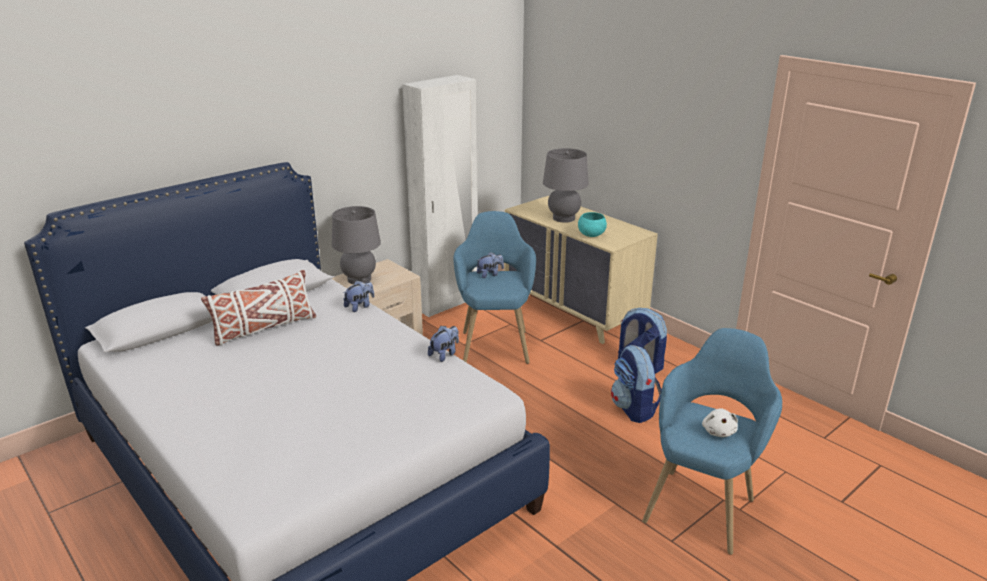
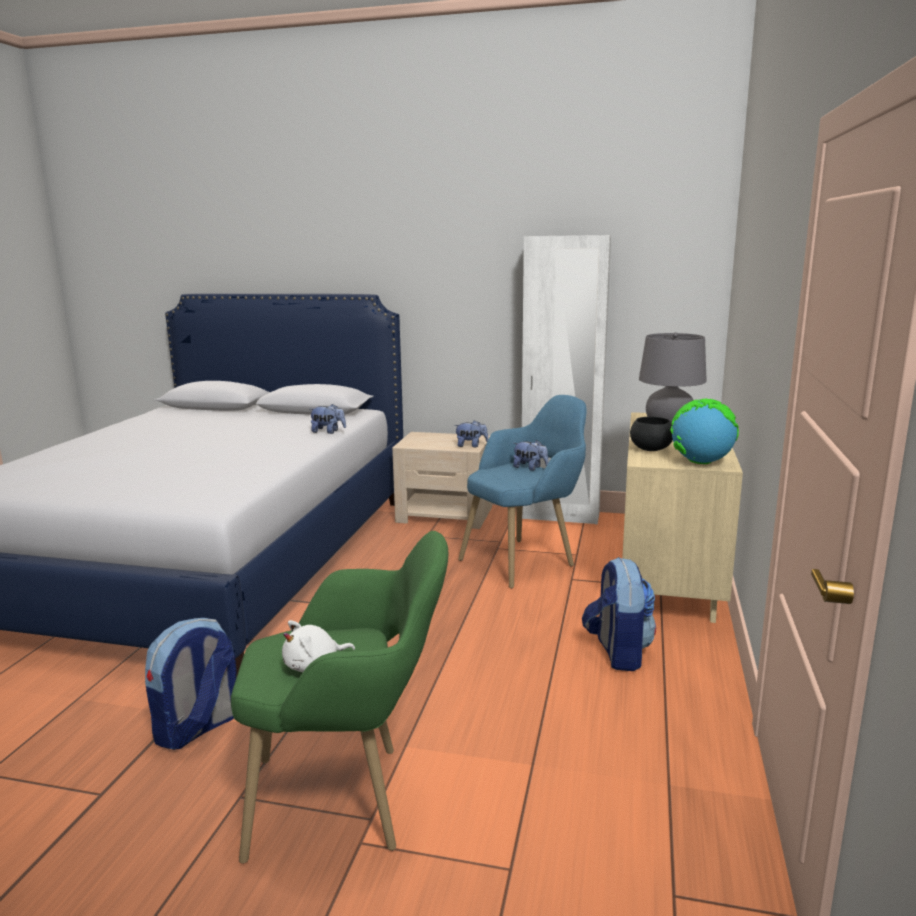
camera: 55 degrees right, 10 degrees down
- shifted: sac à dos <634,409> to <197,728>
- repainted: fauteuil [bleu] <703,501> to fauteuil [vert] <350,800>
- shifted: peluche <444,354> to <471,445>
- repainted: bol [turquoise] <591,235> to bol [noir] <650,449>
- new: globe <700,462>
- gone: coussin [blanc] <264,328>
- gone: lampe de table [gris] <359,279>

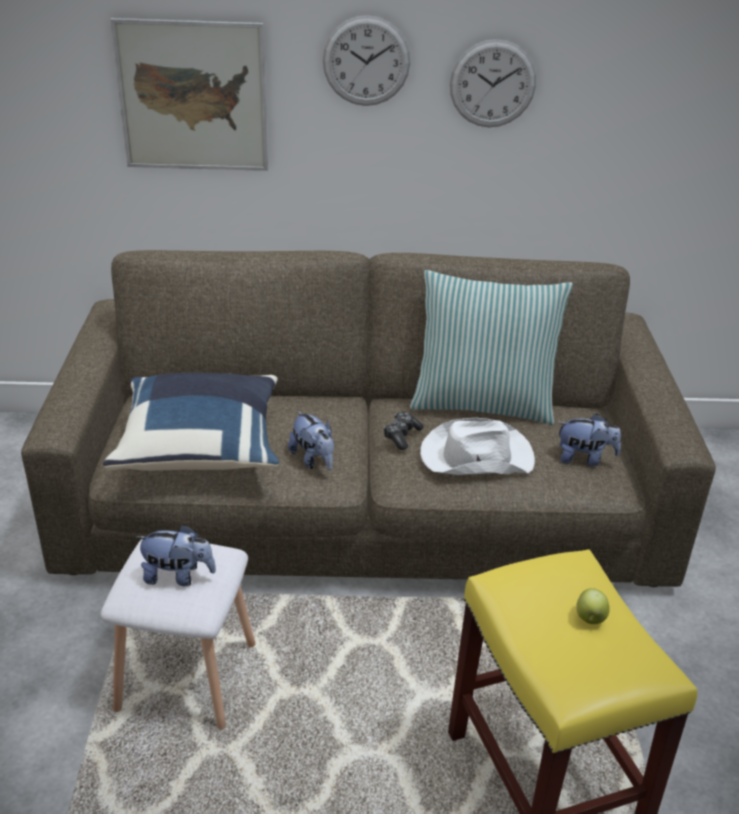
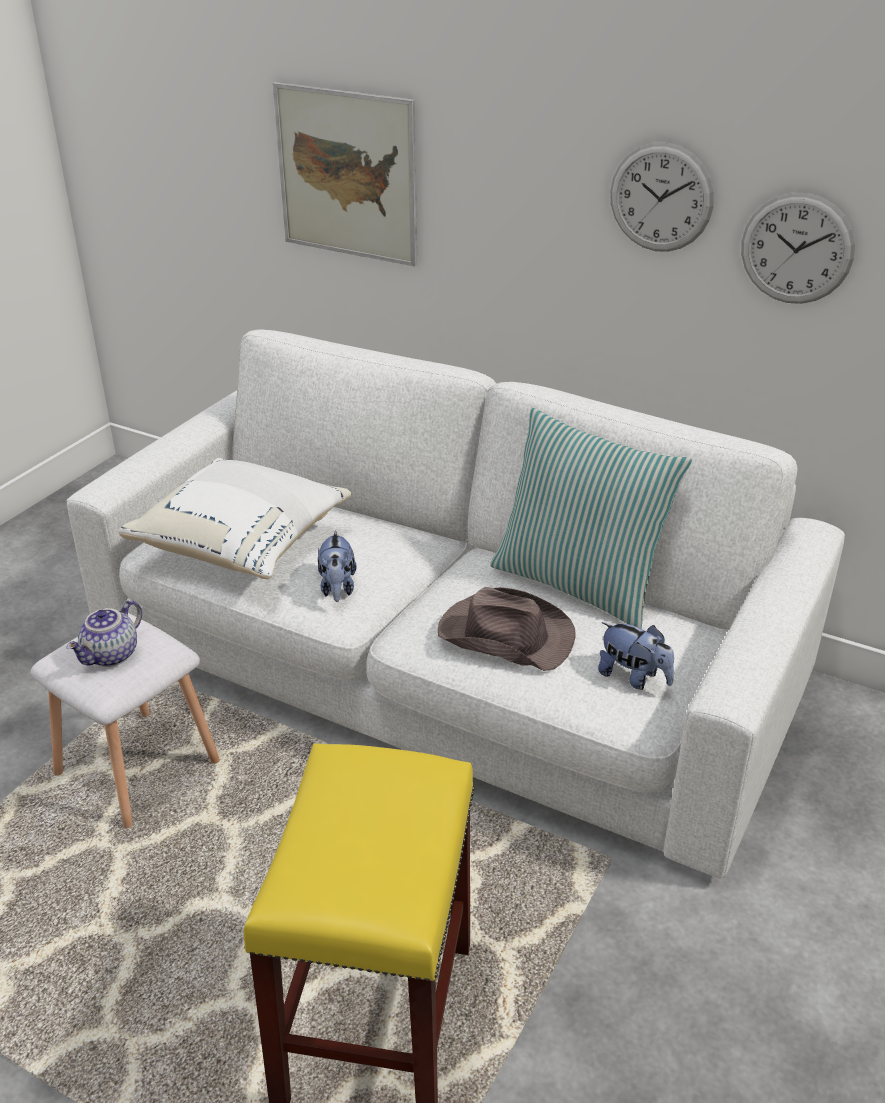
camera: 30 degrees right, 0 degrees up
- repainted: canapé [marron] <366,500> to canapé [blanc] <443,660>
- swapped: peluche <178,576> to théière <111,656>
- repainted: coussin [bleu] <201,446> to coussin [blanc] <244,544>
- repainted: chapeau [blanc] <475,456> to chapeau [marron] <504,635>
- shifted: horloge murale <366,61> to <796,249>
- gone: manette <401,436>
- gone: pomme <590,618>

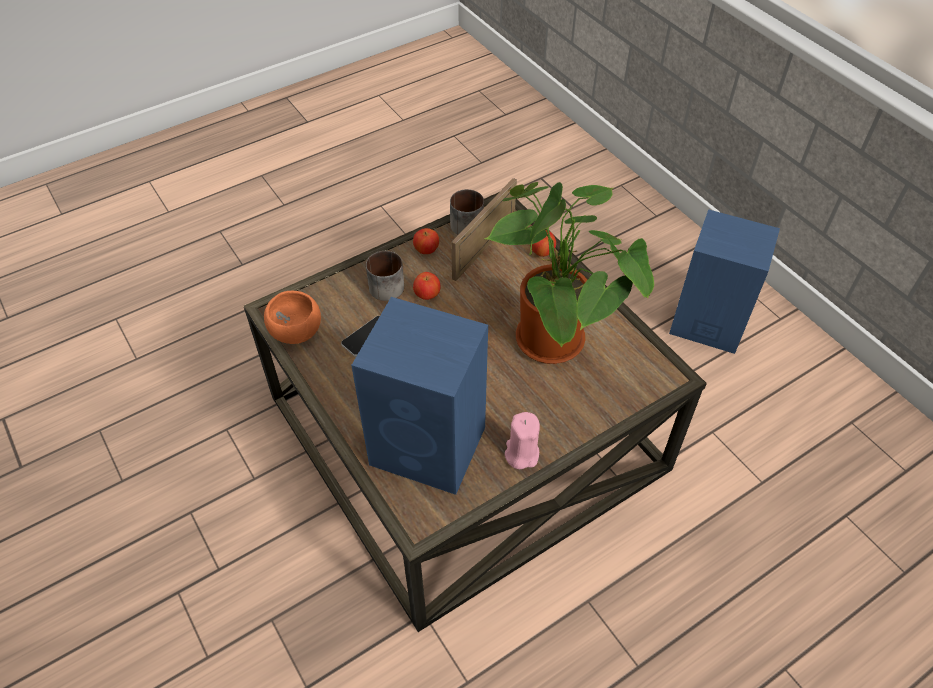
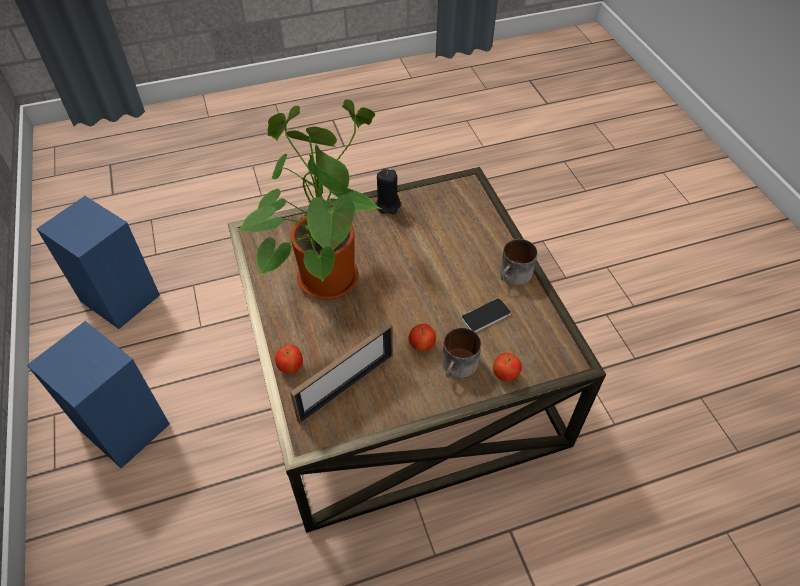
camera: 165 degrees left, 0 degrees up
- shifted: enceinte [bleu] <430,447> to <119,297>
- repainted: bougie [rose] <521,454> to bougie [noir] <388,205>
- shifted: pomme <426,250> to <505,374>
- shifted: mug <467,222> to <514,276>
- gone: bol [orange] <295,332>

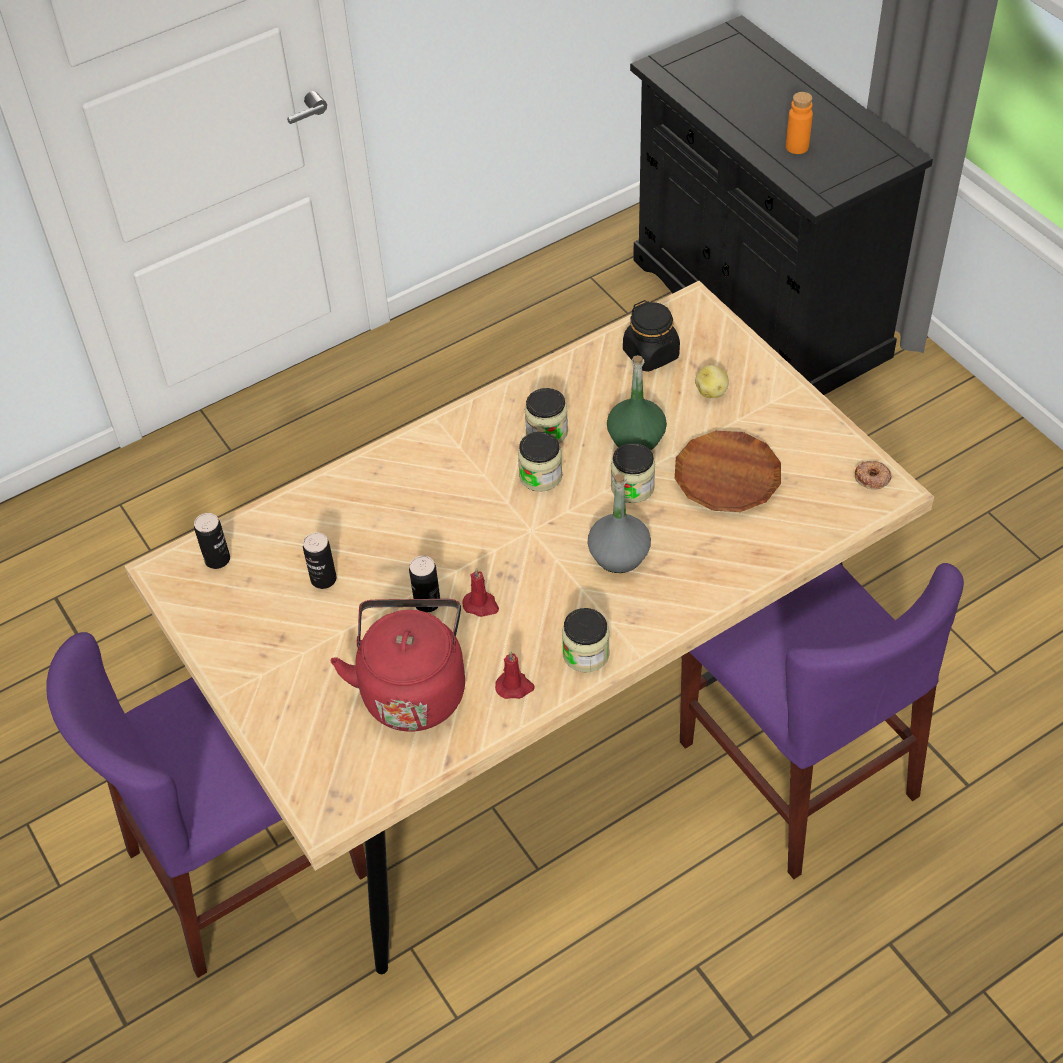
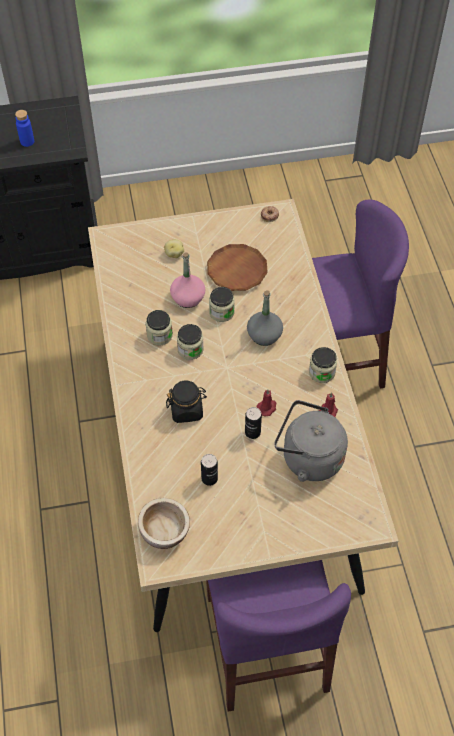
camera: 70 degrees left, 5 degrees up
- repainted: bouteille [orange] <797,147> to bouteille [bleu] <27,141>
- swapped: boîte métallique <217,559> to bol <164,531>
- shifted: bocal [noir] <651,354> to <187,410>
- repainted: bouteille [vert] <636,438> to bouteille [rose] <187,298>
- repainted: bouilloire [rouge] <413,688> to bouilloire [gris] <308,458>

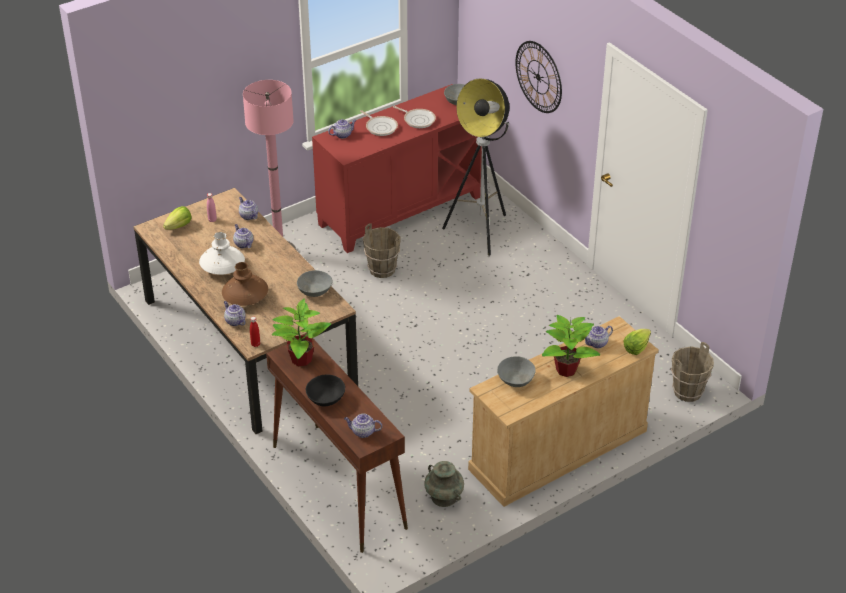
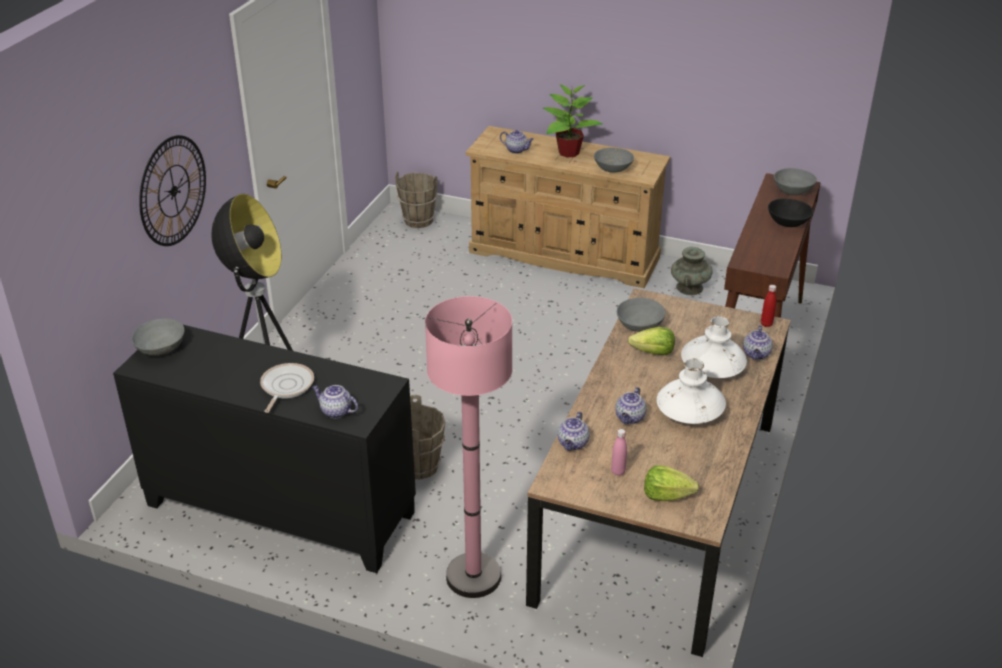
camera: 125 degrees left, 5 degrees down
- repainted: meuble de rangement [rouge] <400,210> to meuble de rangement [noir] <279,510>
- shifted: laitue <636,348> to <653,352>
- repainted: vase [marron] <245,297> to vase [blanc] <712,367>
- swapped: théière <362,432> to bol [gris] <793,191>
- gone: plante en pot <300,359>
- gone: poêle <418,120>

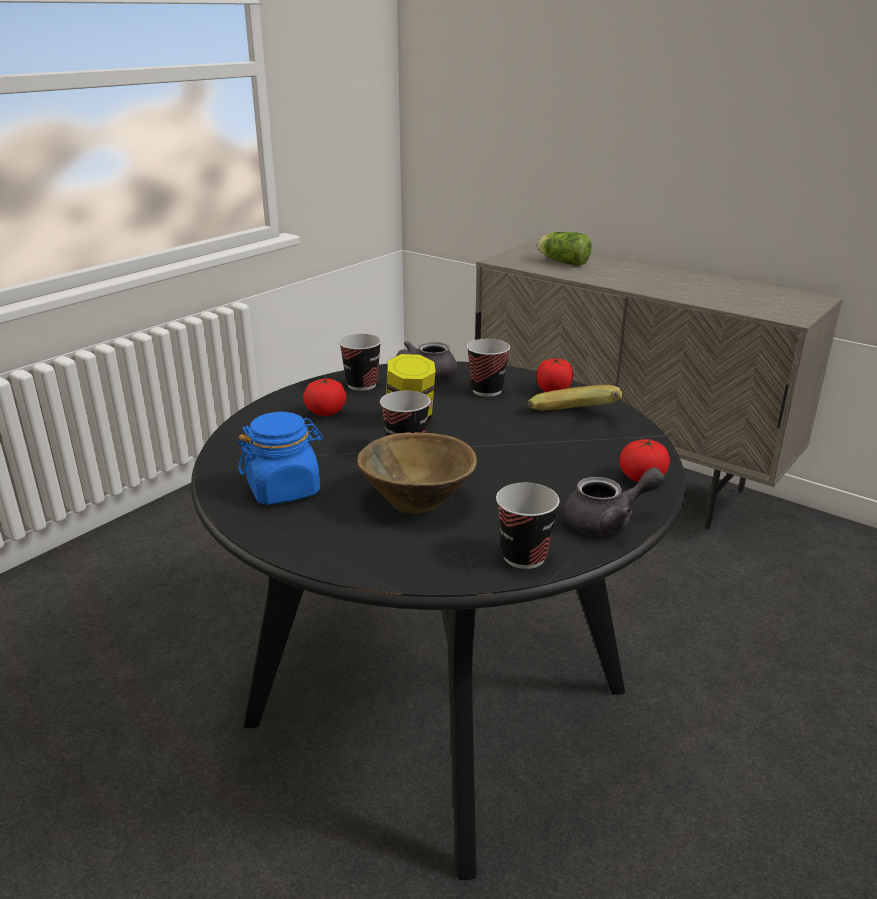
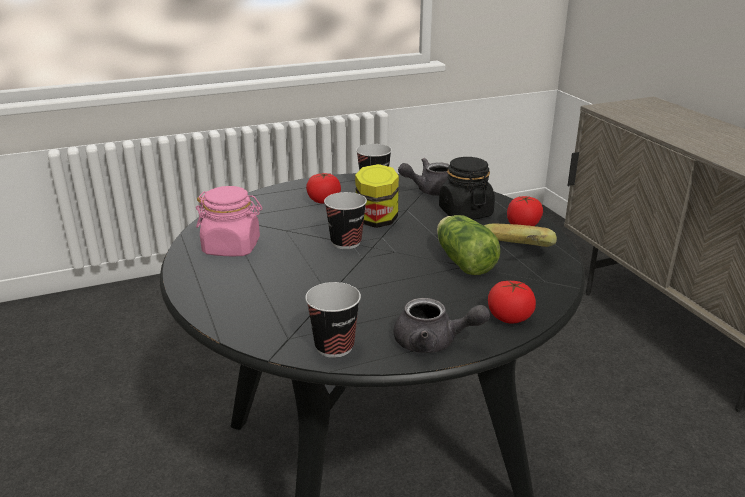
camera: 30 degrees right, 0 degrees up
- repainted: bocal [bleu] <284,489> to bocal [rose] <232,247>
- shifted: laitue <562,262> to <462,260>
- swapped: tasse <487,390> to bocal [noir] <465,212>
- gone: bol [marron] <418,501>

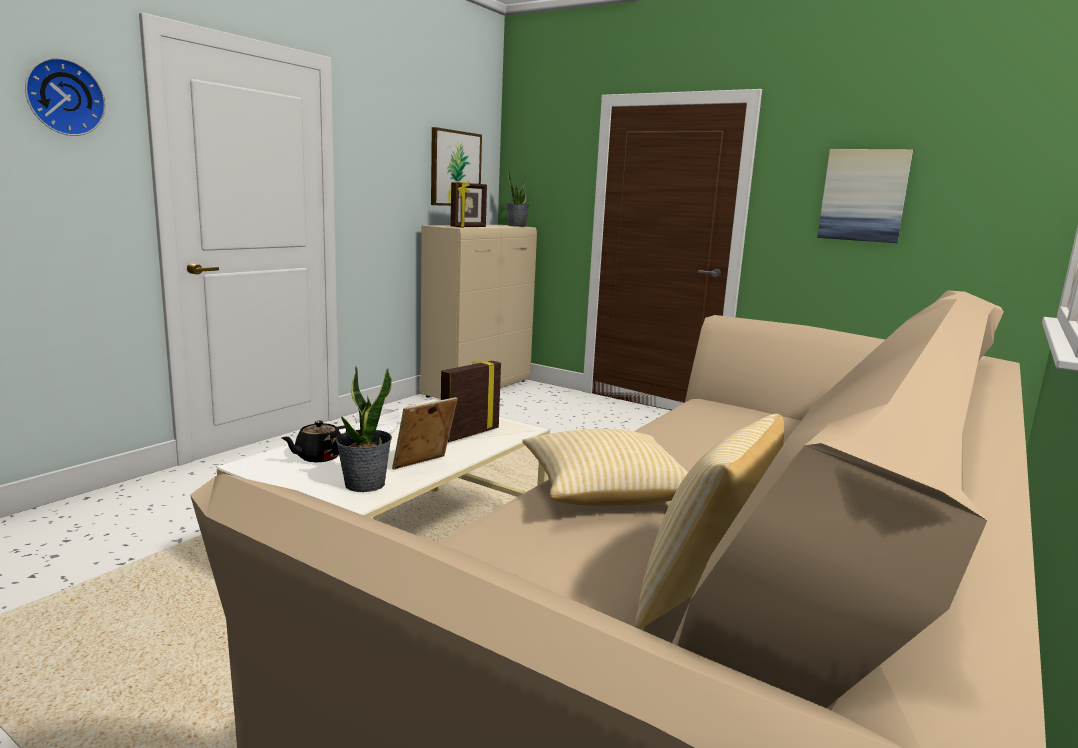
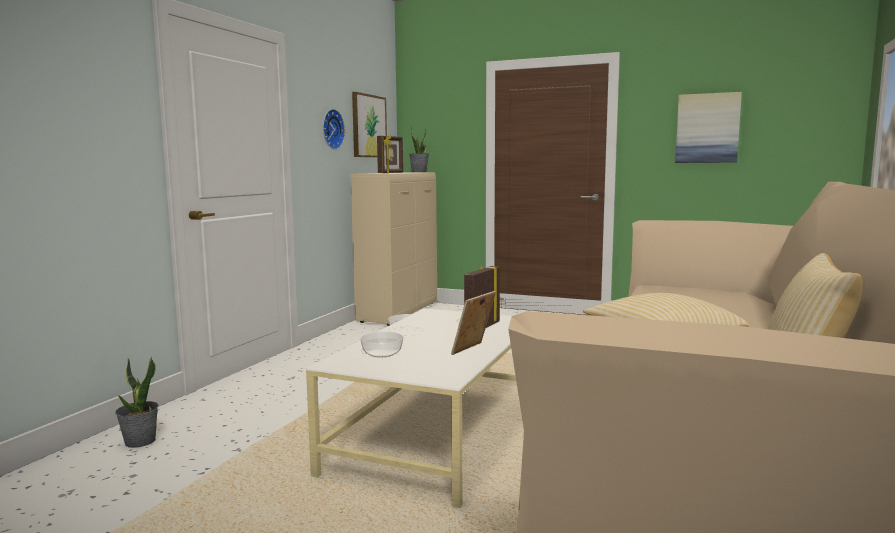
camera: 10 degrees left, 5 degrees down
- shifted: plante en pot <364,484> to <140,441>
- shifted: horloge murale <63,97> to <331,129>
- swapped: théière [noir] <318,457> to bol <382,353>

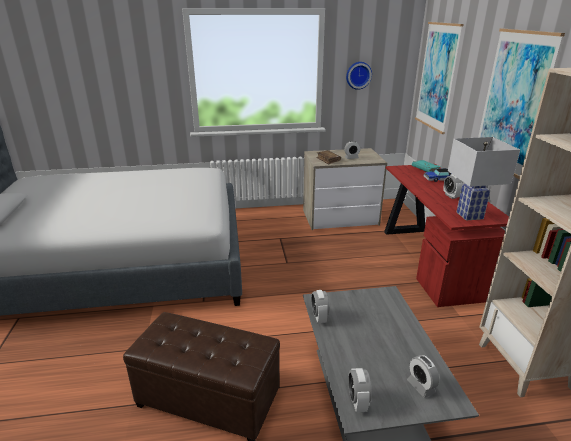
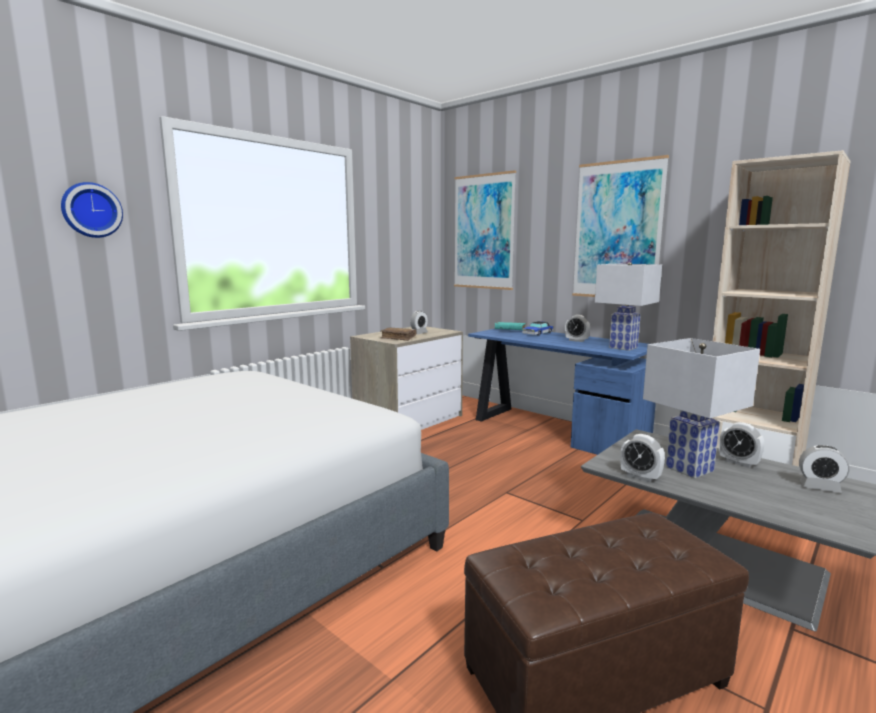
camera: 40 degrees left, 15 degrees down
- shifted: horloge murale <358,75> to <91,210>
- repainted: bureau [rouge] <429,260> to bureau [bleu] <554,429>
- new: lampe de table [blanc] <690,469>
- shifted: réveil <357,401> to <738,462>

